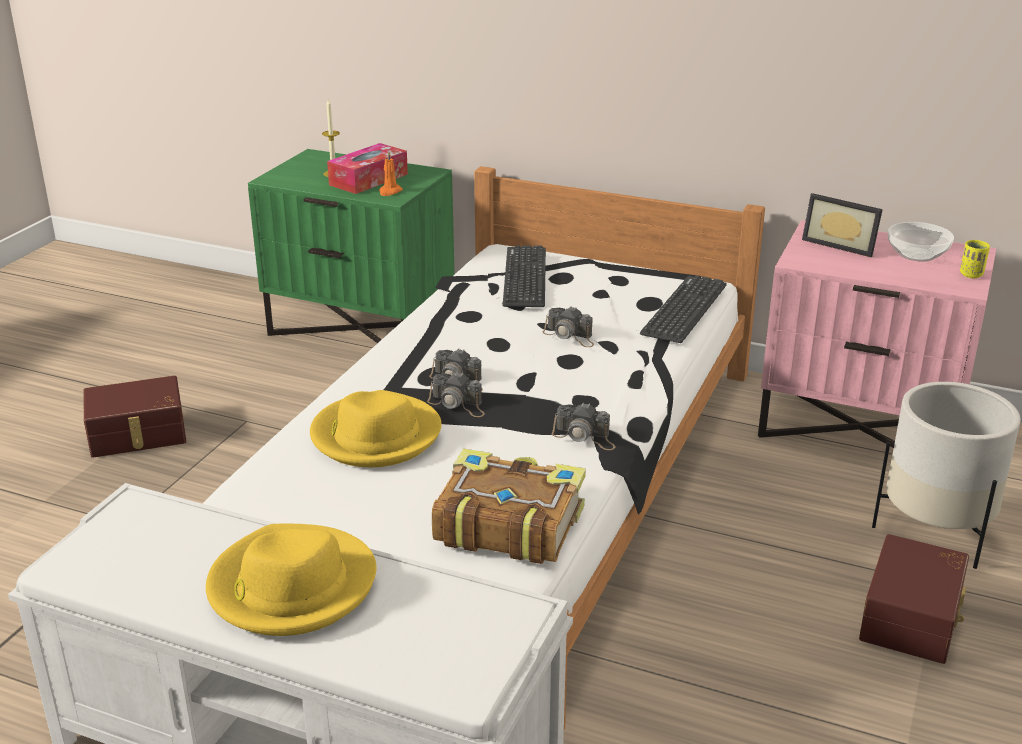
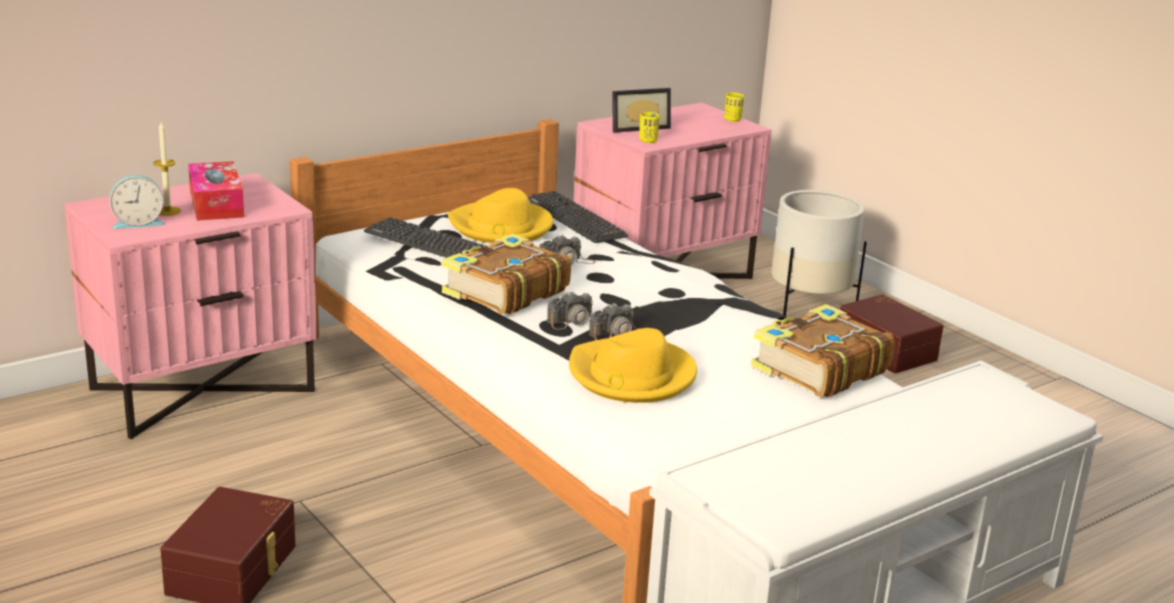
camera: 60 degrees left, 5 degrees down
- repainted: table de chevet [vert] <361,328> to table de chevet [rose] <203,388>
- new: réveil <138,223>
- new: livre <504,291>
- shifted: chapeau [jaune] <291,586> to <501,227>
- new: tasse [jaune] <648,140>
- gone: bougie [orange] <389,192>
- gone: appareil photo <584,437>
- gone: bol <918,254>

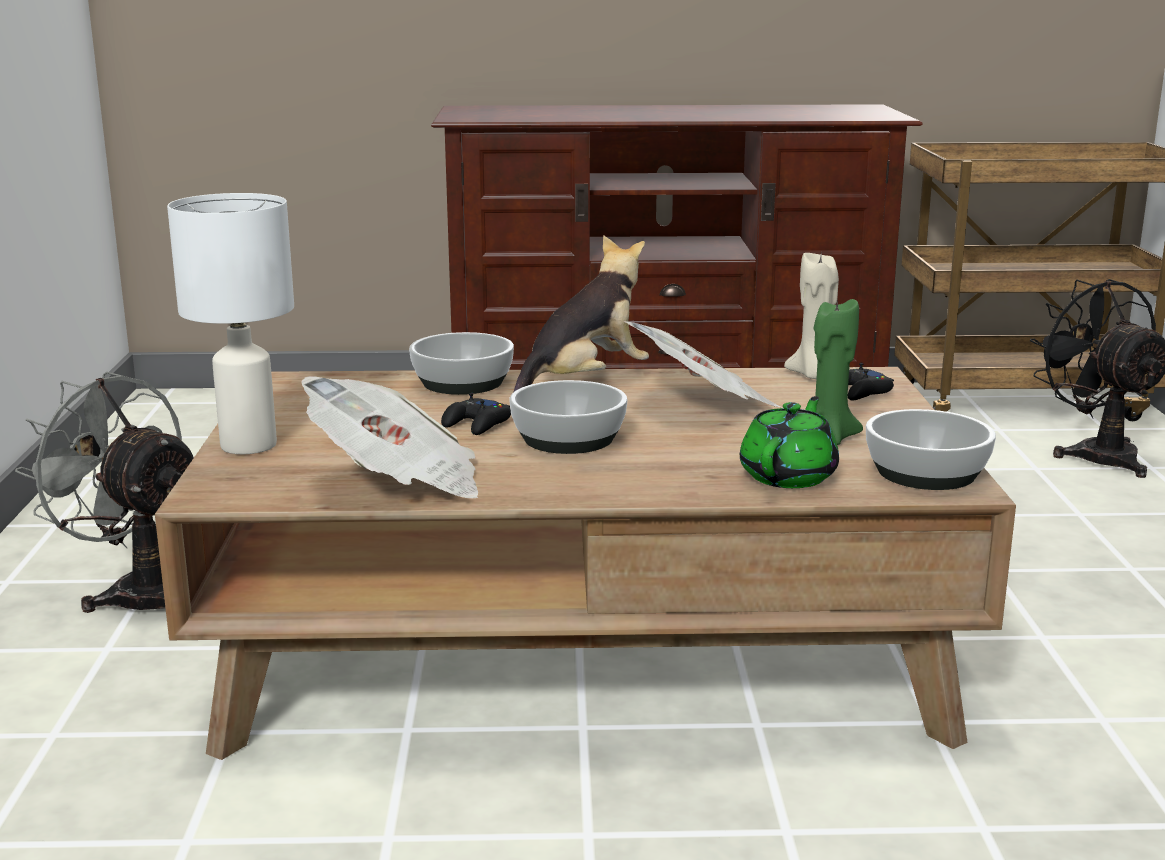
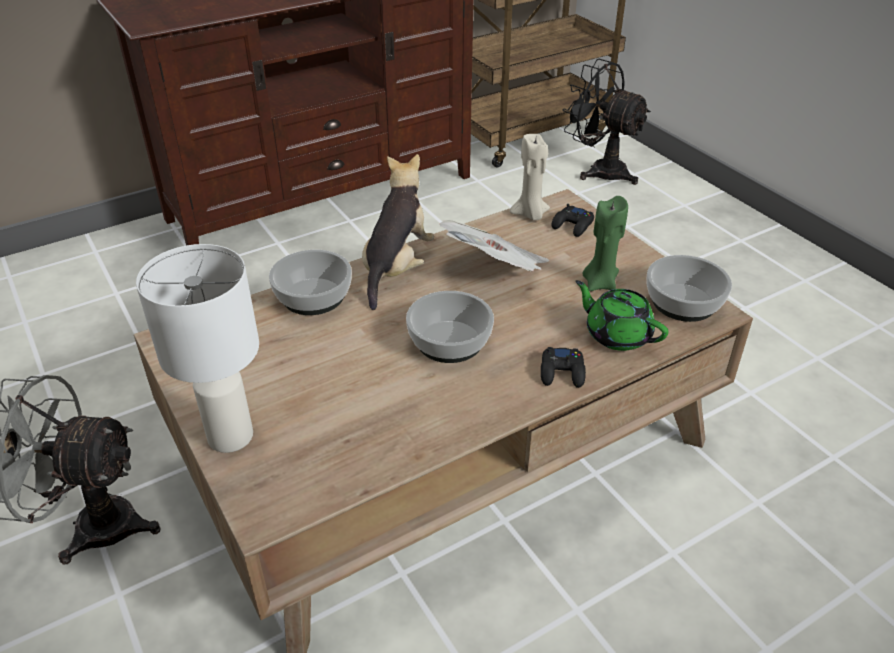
camera: 30 degrees left, 20 degrees up
- shifted: manette [noir] <477,424> to <562,372>
- rotated: théière [vert] <789,476> = <617,334> 45 degrees counterclockwise
- gone: journal <398,482>

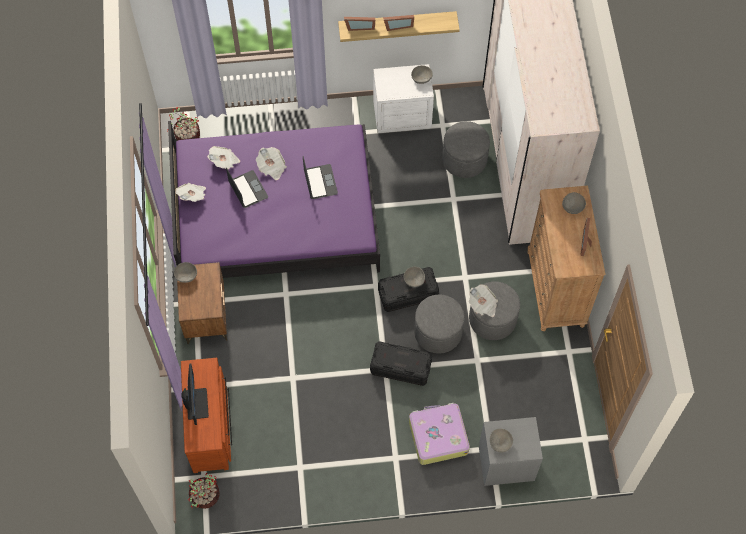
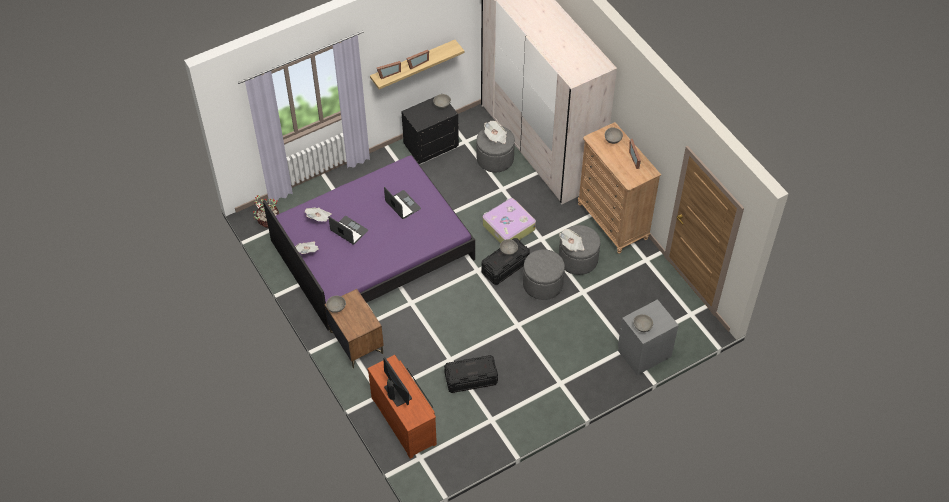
camera: 25 degrees left, 10 degrees down
- repainted: table de chevet [blanc] <402,115> to table de chevet [noir] <430,145>
- shifted: boîte de rangement [noir] <400,367> to <471,379>
- shifted: valise <437,436> to <508,227>
- shifted: journal <271,167> to <495,137>
- gone: plante en pot <204,496>

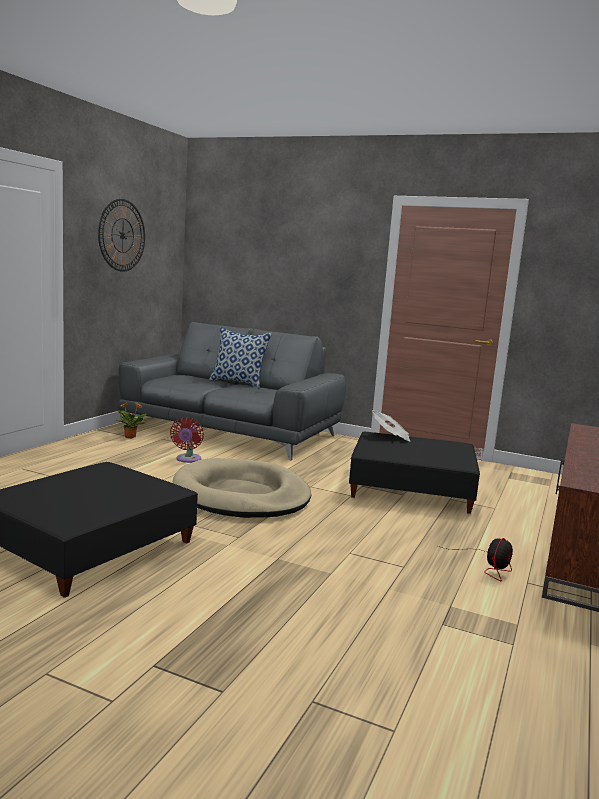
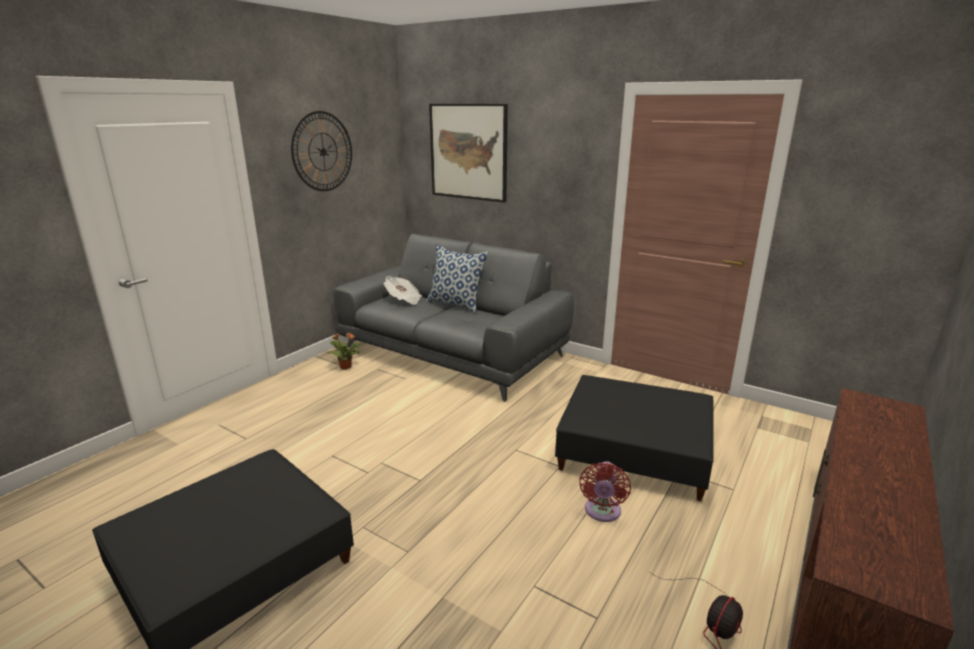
camera: 10 degrees right, 10 degrees up
- shifted: journal <391,437> to <403,300>
- new: tableau <468,152>
- shifted: ventilateur [rouge] <188,459> to <602,512>
- gone: panier pour chien [beige] <241,495>

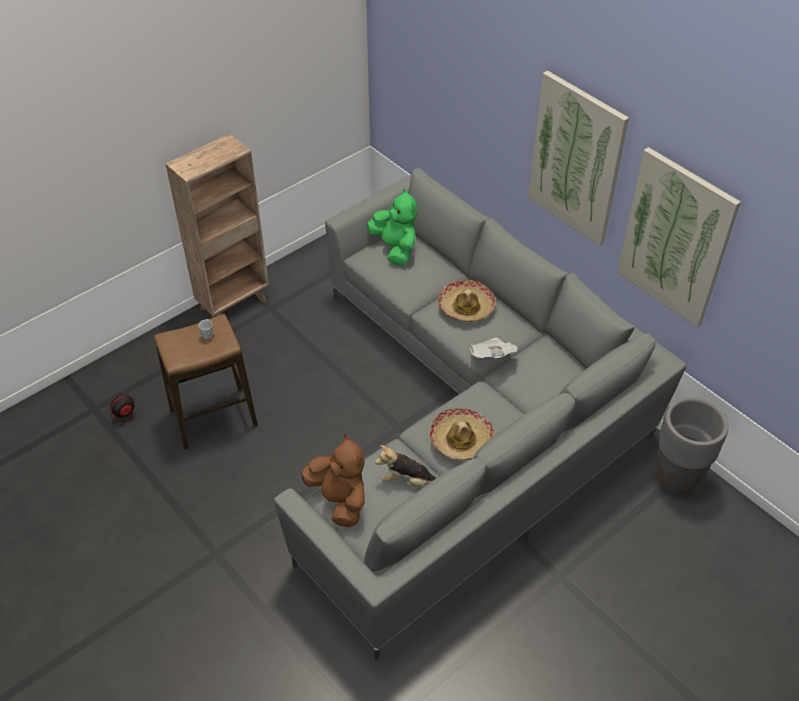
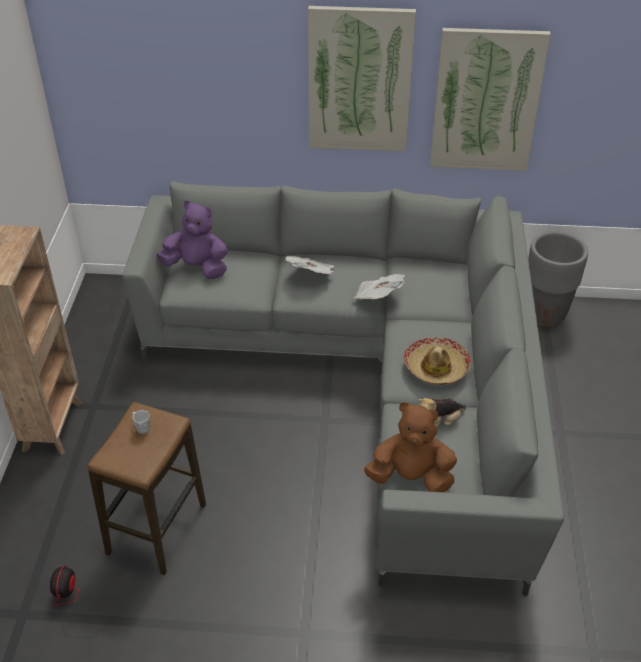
camera: 45 degrees left, 5 degrees down
- repainted: peluche [vert] <395,248> to peluche [violet] <197,268>
- swapped: chapeau <466,307> to journal <312,275>

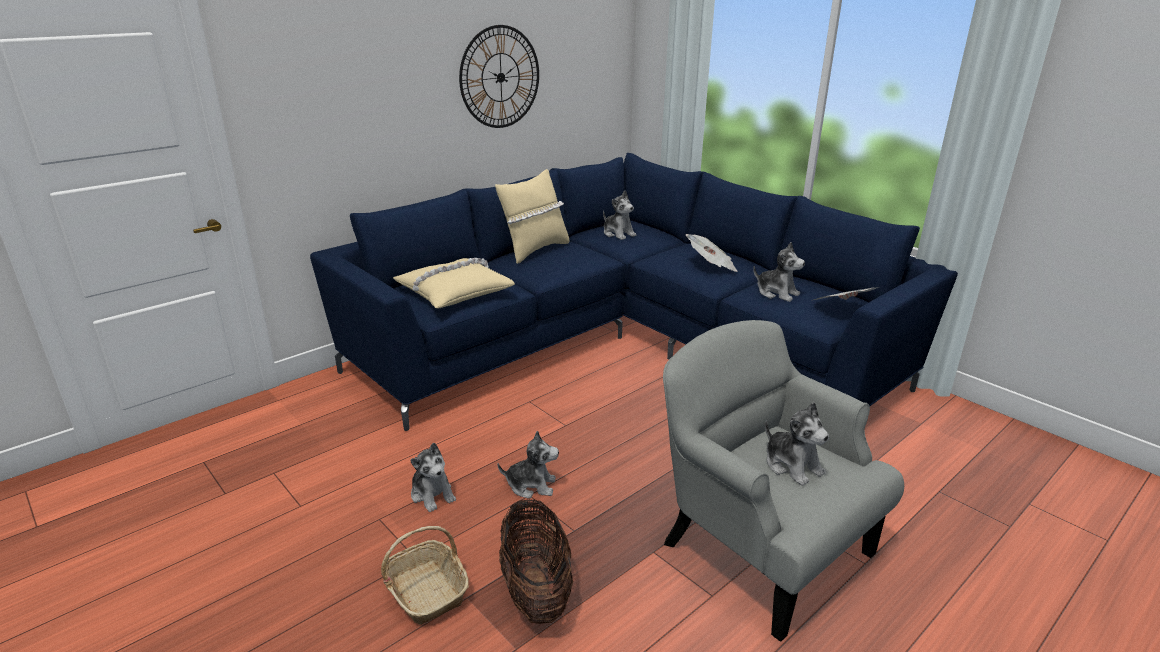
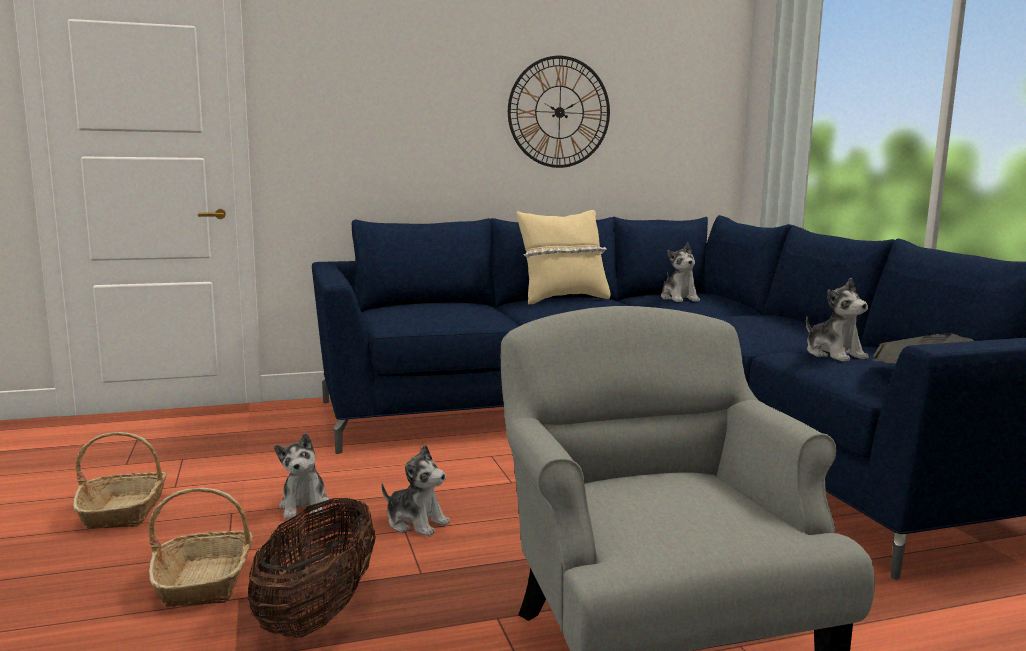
camera: 25 degrees right, 15 degrees down
- new: panier <124,511>
- gone: coussin [beige] <454,292>
- gone: journal <711,266>
- gone: peluche <792,465>

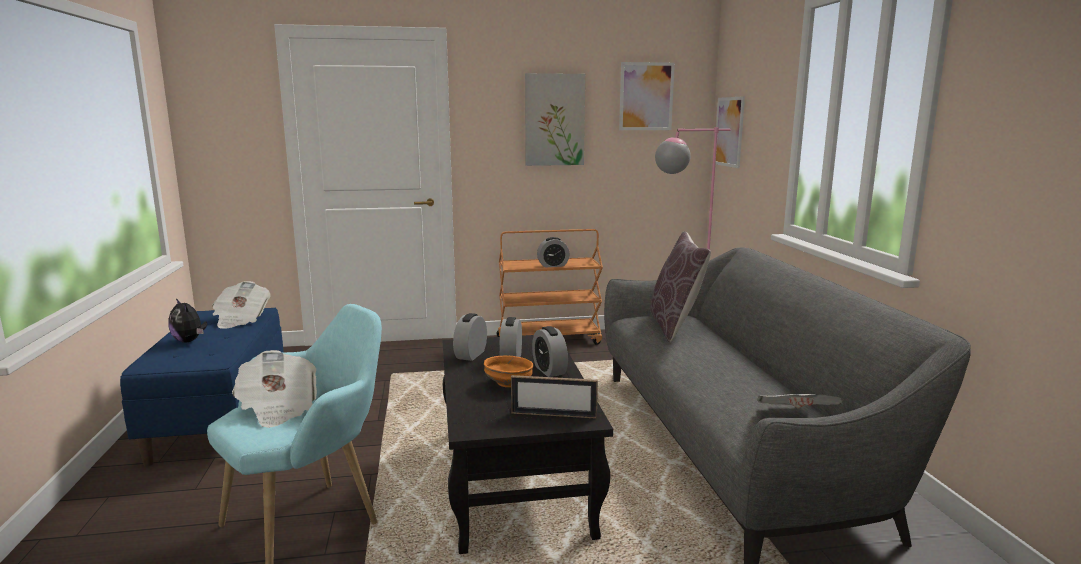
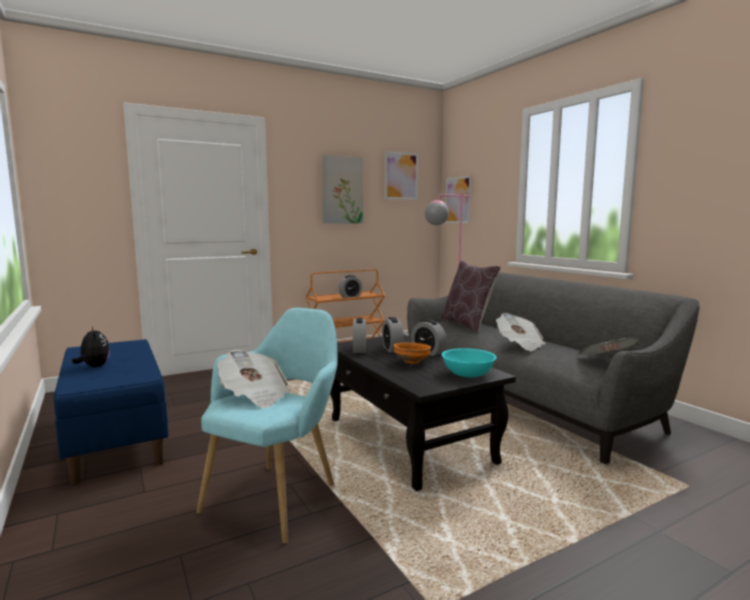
camera: 20 degrees left, 5 degrees down
- rotated: peluche <189,341> = <94,366> 150 degrees counterclockwise
- swapped: cadre photo <553,415> to bol [turquoise] <468,374>
- shifted: journal <241,319> to <519,344>

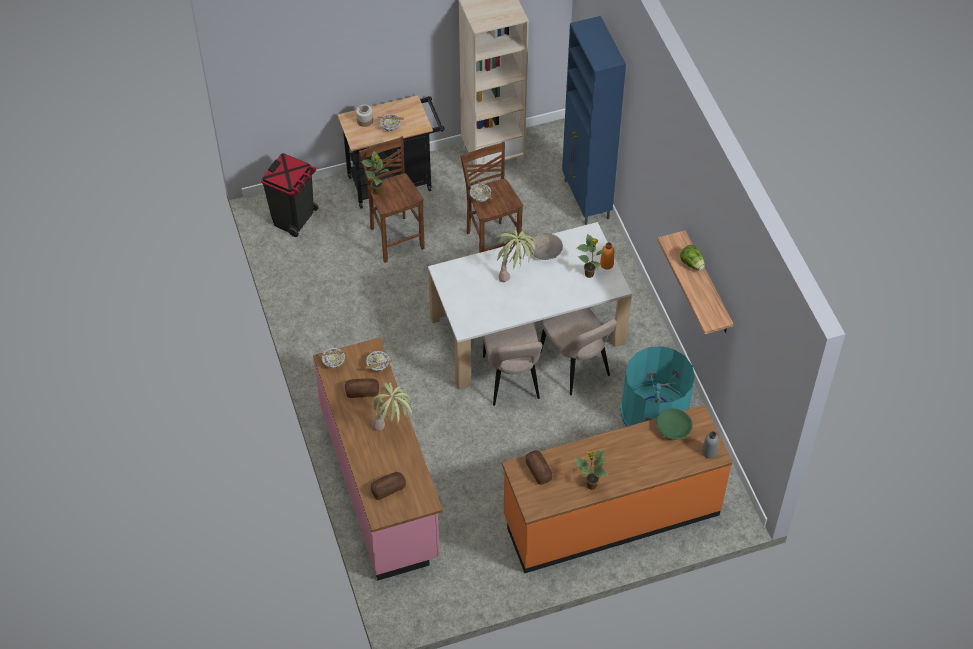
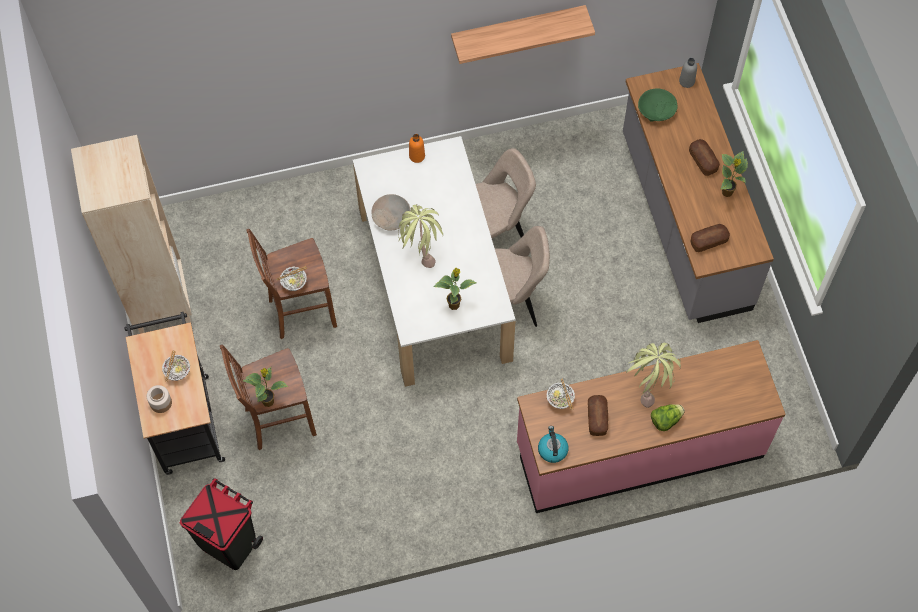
camera: 85 degrees left, 10 degrees up
- shifted: plante en pot <589,274> to <454,304>
- swapped: bol <334,362> to bouilloire <552,449>
- repainted: comptoir de cuisine [orange] <611,515> to comptoir de cuisine [gris] <683,222>
- shifted: laitue <692,264> to <665,420>
- shifted: pain <388,489> to <703,161>
- gone: meuble de rangement [bleu] <586,200>
- gone: poubelle [turquoise] <654,412>

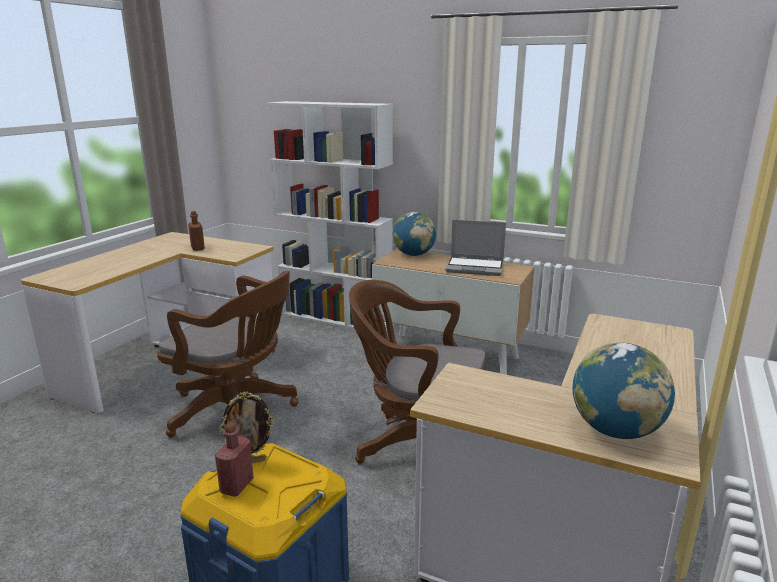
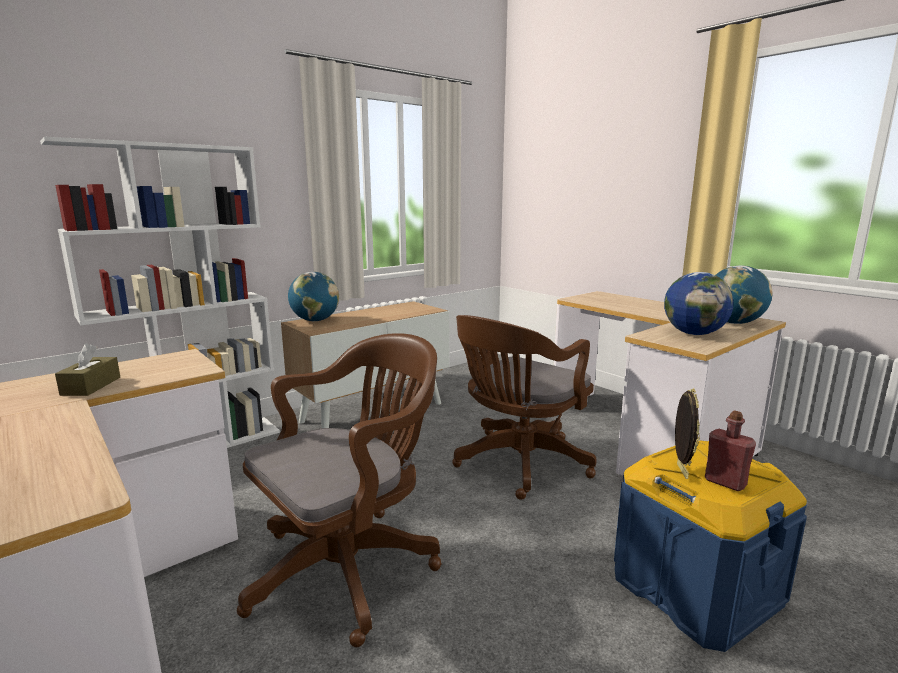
camera: 65 degrees left, 5 degrees down
- swapped: bouteille [marron] <197,248> to boîte à mouchoirs [marron] <91,386>
- new: globe <694,334>
- gone: ordinateur portable <475,268>

